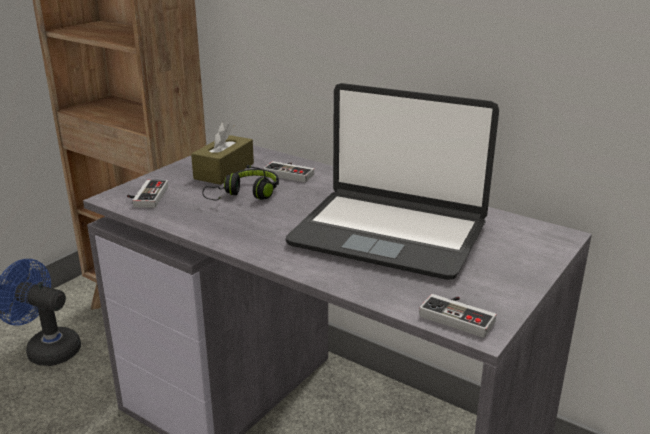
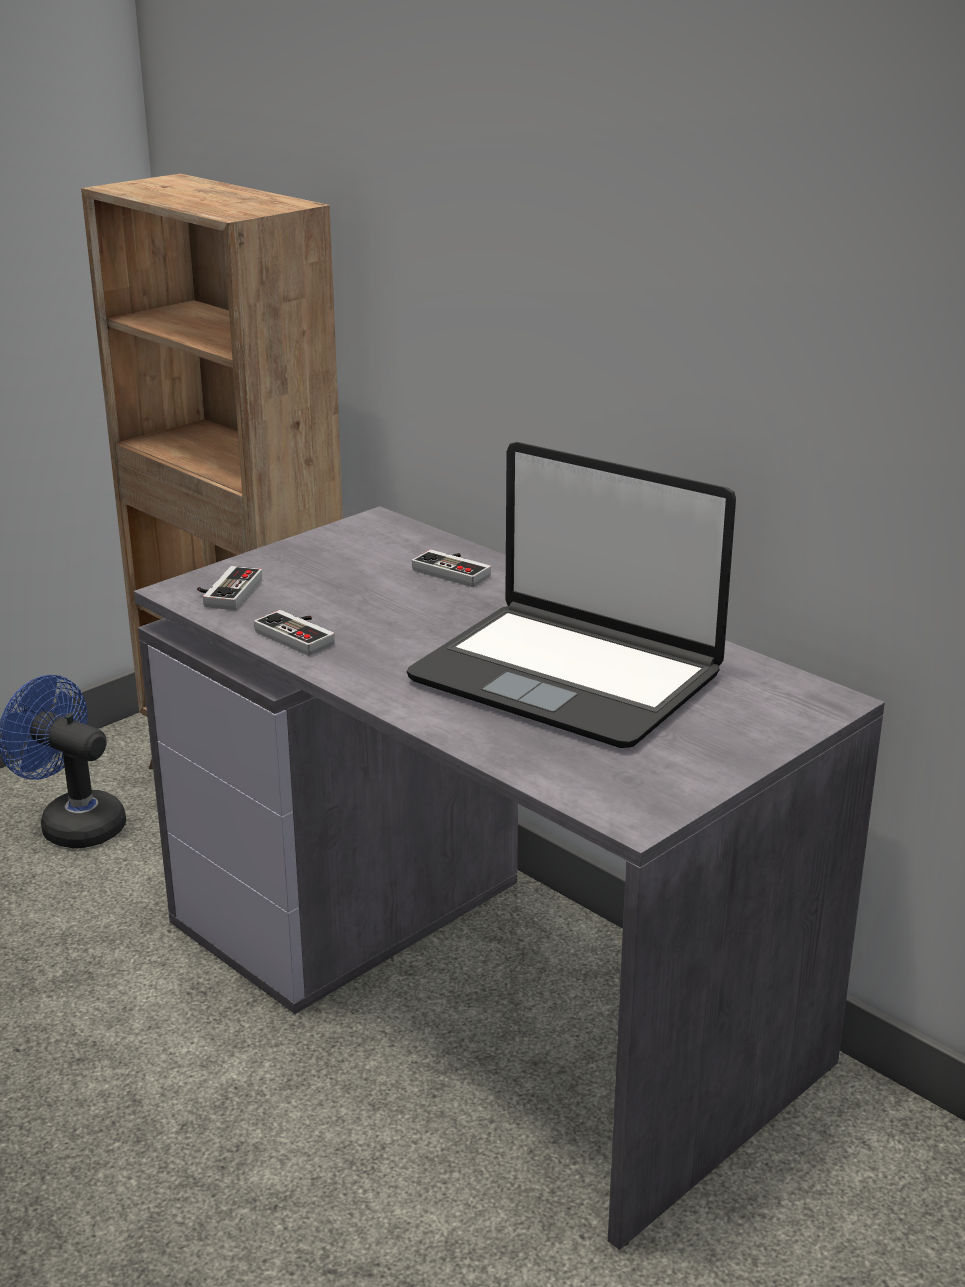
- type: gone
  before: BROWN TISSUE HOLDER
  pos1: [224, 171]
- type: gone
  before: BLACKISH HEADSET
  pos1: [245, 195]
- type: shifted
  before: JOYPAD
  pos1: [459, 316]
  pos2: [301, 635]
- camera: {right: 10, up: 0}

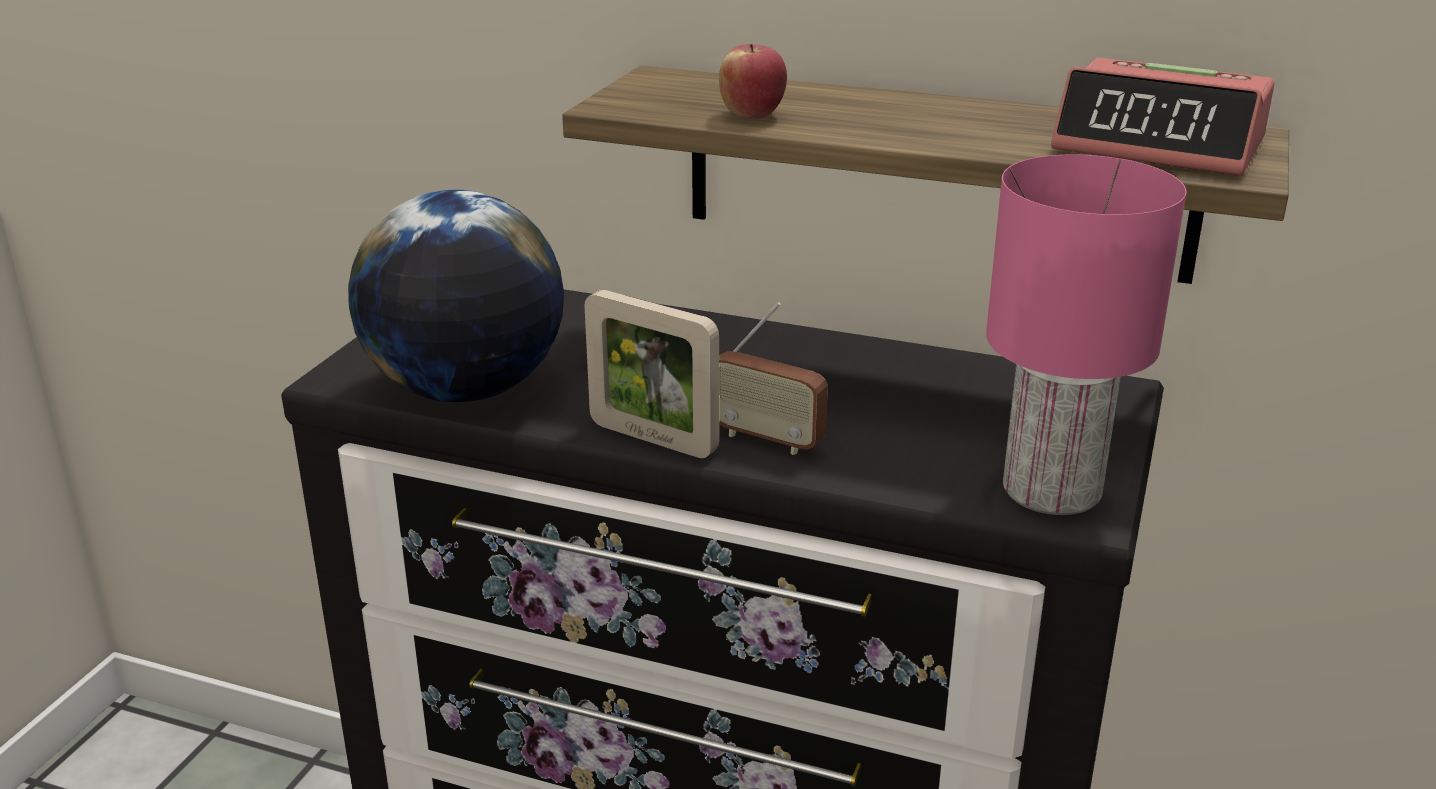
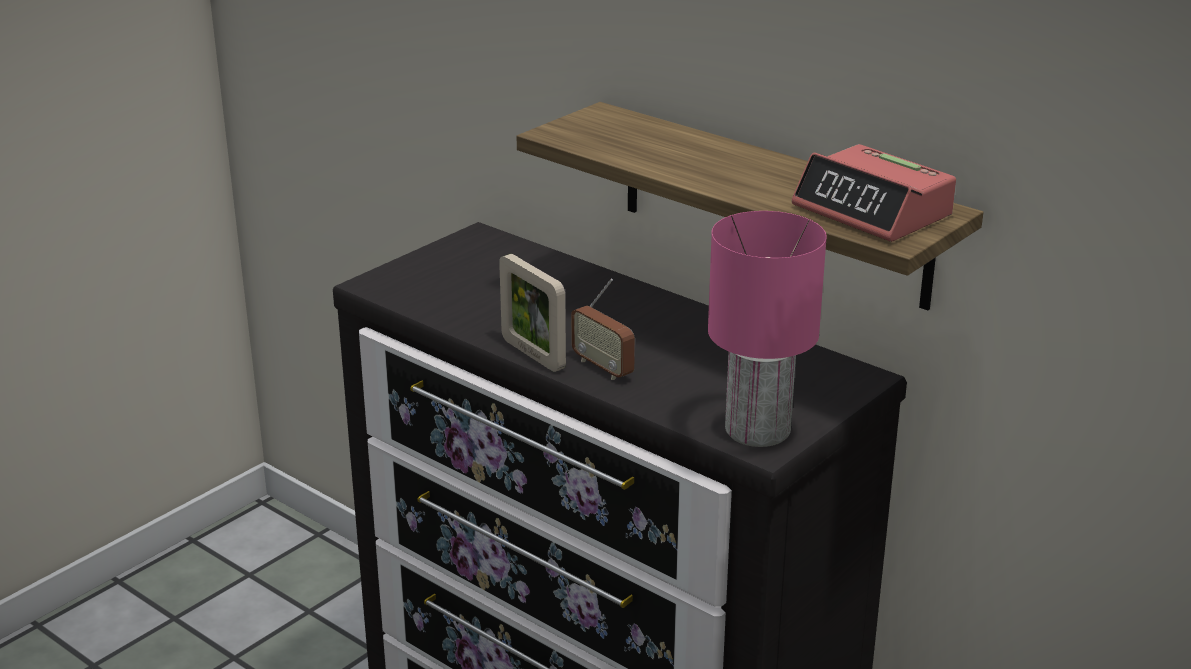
- type: gone
  before: GLOBE
  pos1: [466, 390]
- type: gone
  before: APPLE FRUIT
  pos1: [752, 115]
- camera: {right: 20, up: 0}

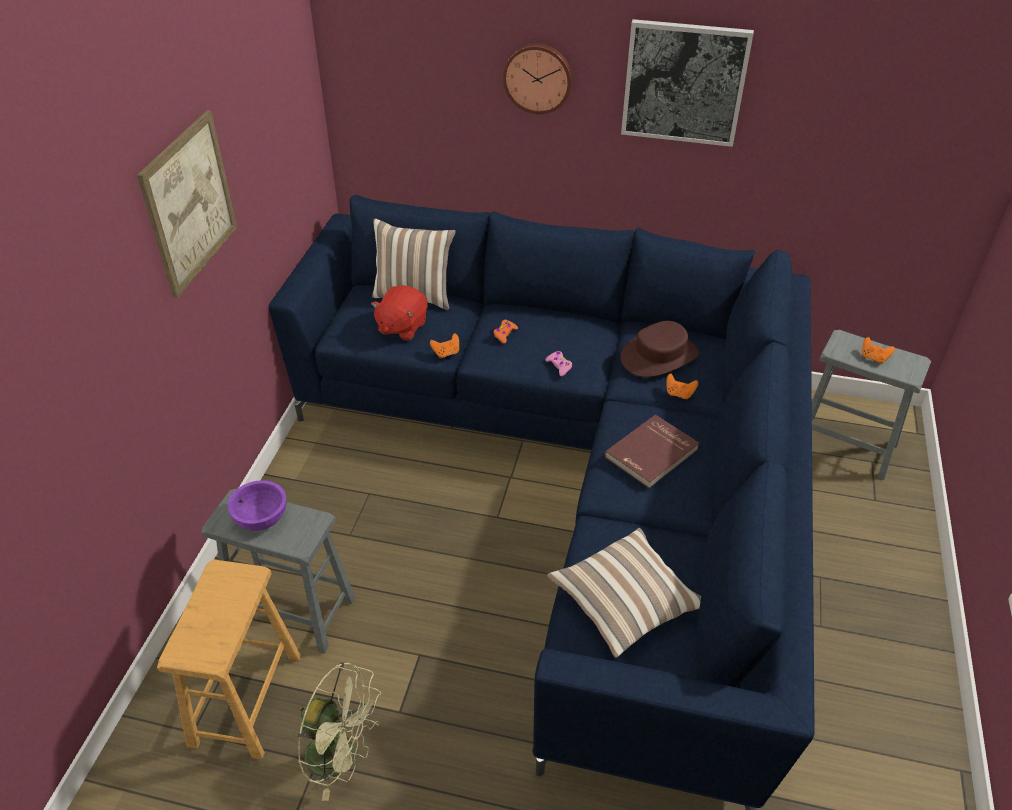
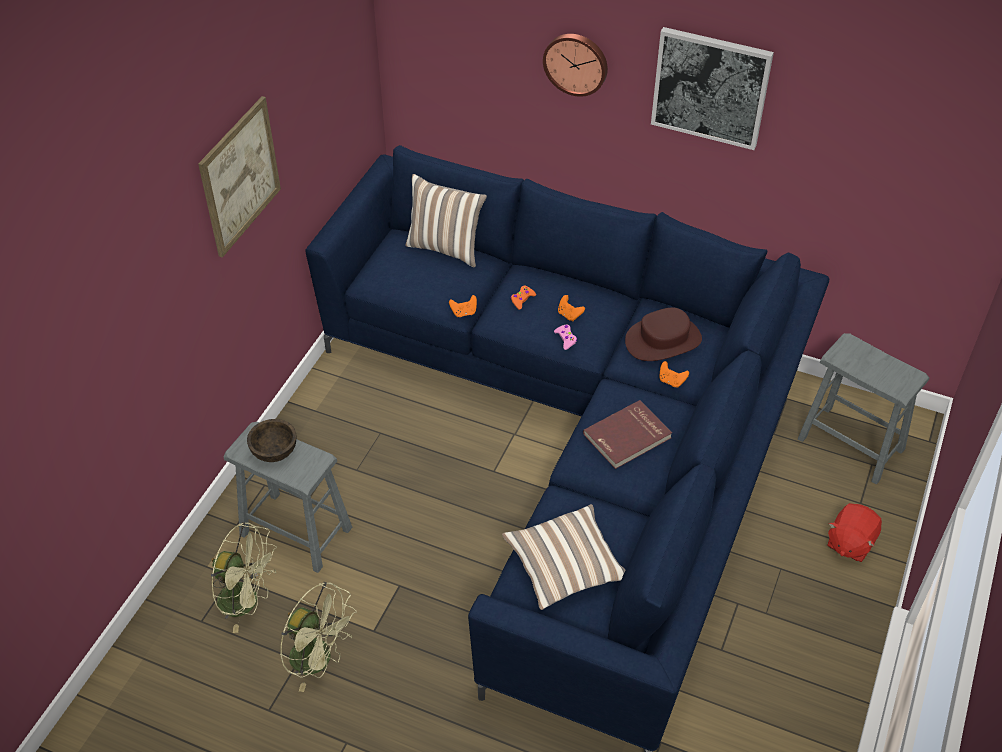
- type: shifted
  before: REDDISH PLUSH TOY
  pos1: [401, 327]
  pos2: [850, 543]
- type: shifted
  before: ORANGE-COLOURED JOYPAD
  pos1: [873, 358]
  pos2: [569, 315]
- type: swapped
  before: BROWN SITTING STOOL
  after: GREEN-COLOURED FAN
  pos1: [245, 699]
  pos2: [247, 601]
- type: repainted
  before: PURPLE-COLOURED SERVING BOWL
  after: BROWN SERVING BOWL
  pos1: [261, 518]
  pos2: [274, 451]
- camera: {right: 10, up: 5}

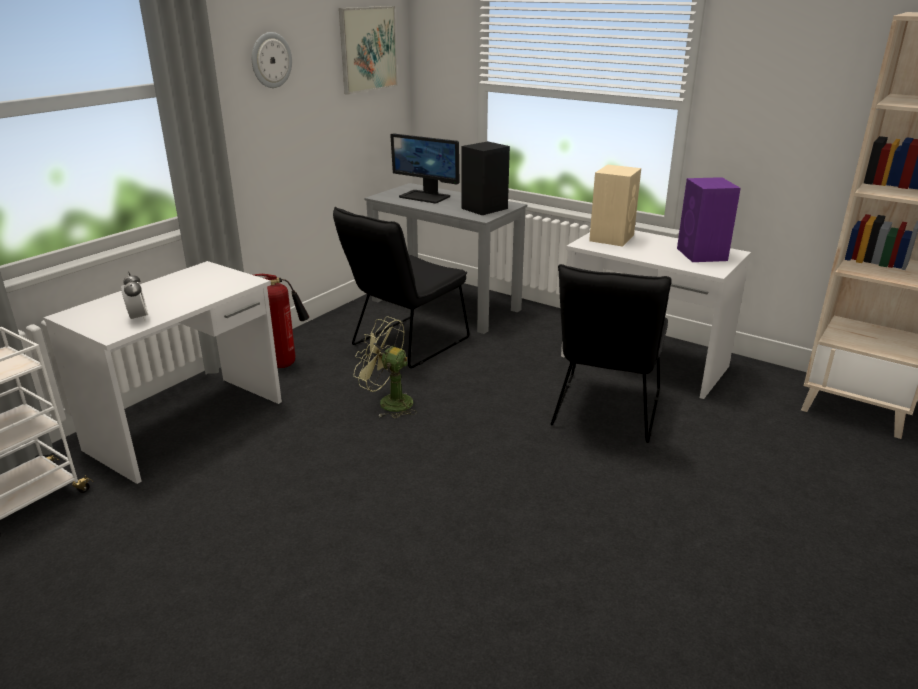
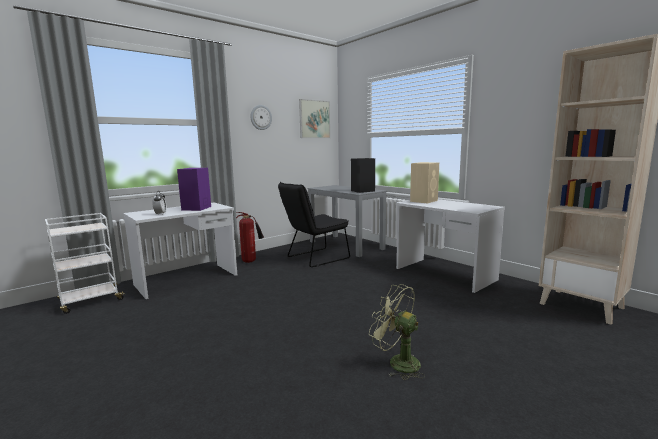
- type: gone
  before: COMPUTER DISPLAY
  pos1: [425, 196]
- type: gone
  before: BLACKISH PLAIN CHAIR
  pos1: [604, 413]
- type: shifted
  before: GREEN-COLOURED FAN
  pos1: [388, 402]
  pos2: [397, 362]
- type: shifted
  before: PURPLE-COLOURED LOUDSPEAKER
  pos1: [702, 255]
  pos2: [196, 208]
- camera: {right: 15, up: -15}

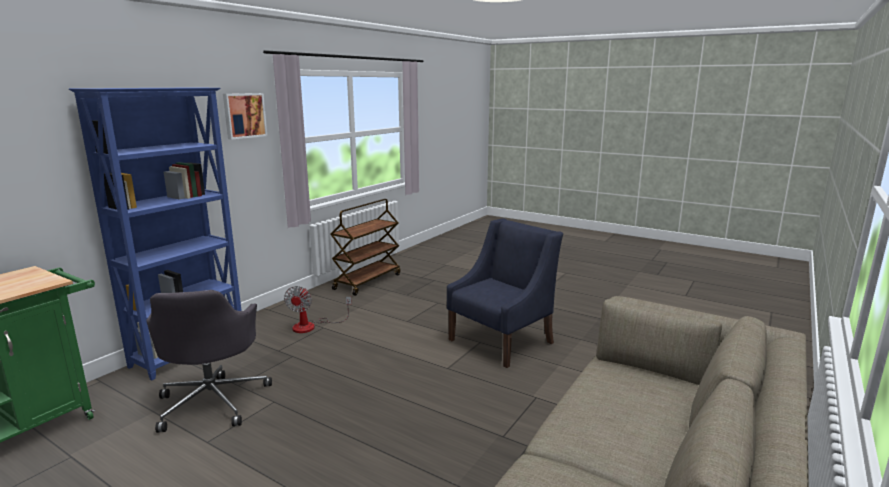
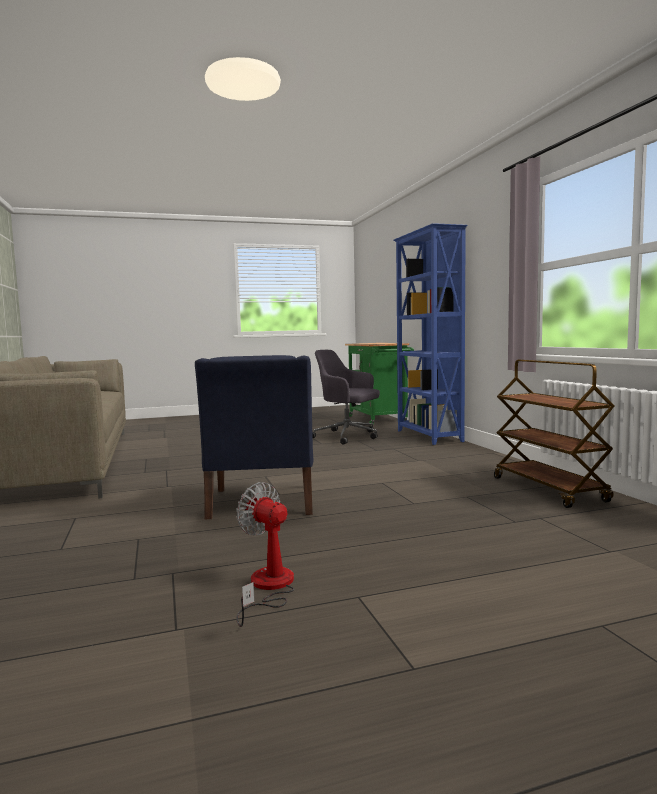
- type: gone
  before: WALL PICTURE
  pos1: [244, 115]
- type: shifted
  before: FAN
  pos1: [311, 326]
  pos2: [268, 587]
- camera: {right: 130, up: -10}

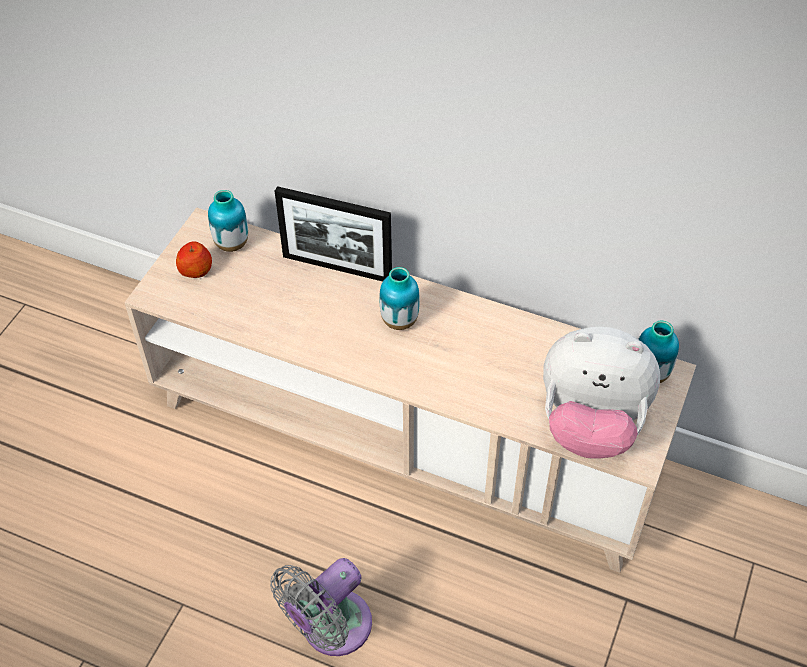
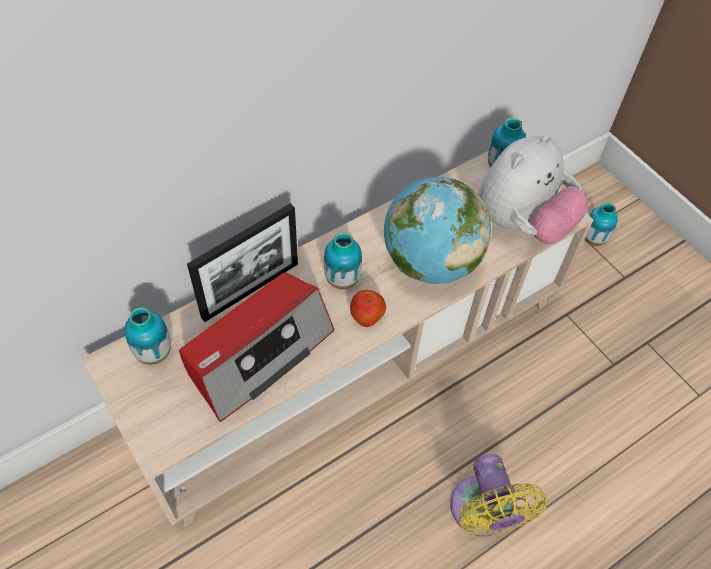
- type: new
  after: RADIO RECEIVER
  pos2: [258, 353]
- type: new
  after: GLOBE
  pos2: [430, 262]
- type: new
  after: VASE
  pos2: [593, 239]
- type: shifted
  before: APPLE FRUIT
  pos1: [196, 270]
  pos2: [366, 315]
- type: repainted
  before: GREYISH FAN
  after: YELLOWISH FAN
  pos1: [330, 628]
  pos2: [482, 513]
- camera: {right: -60, up: 5}

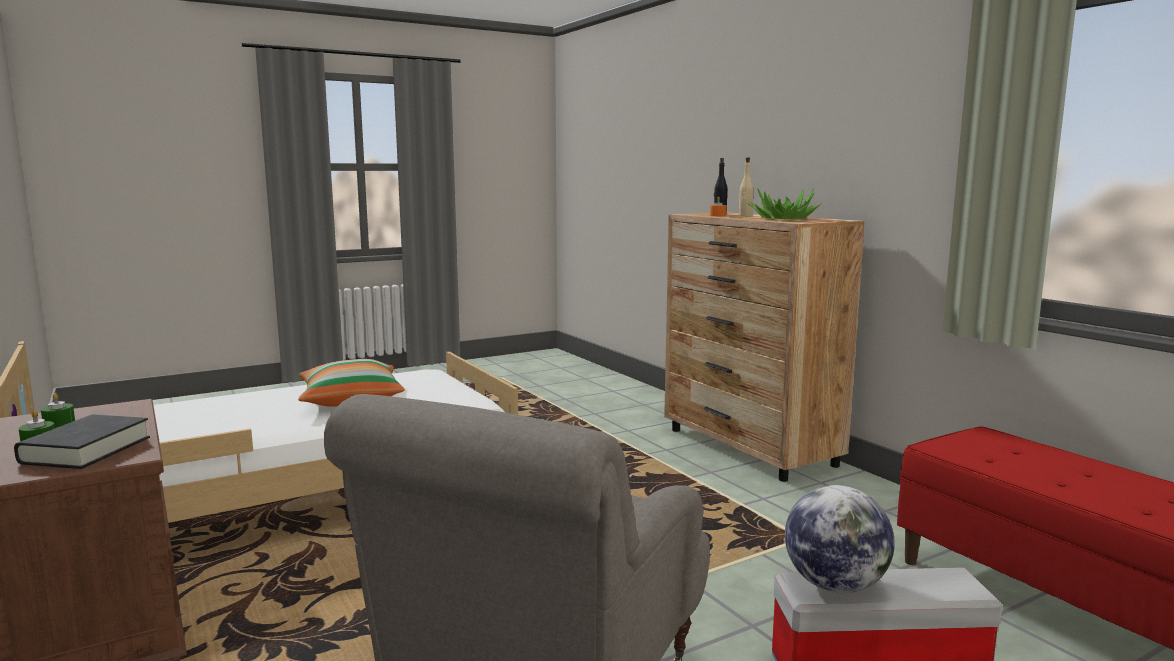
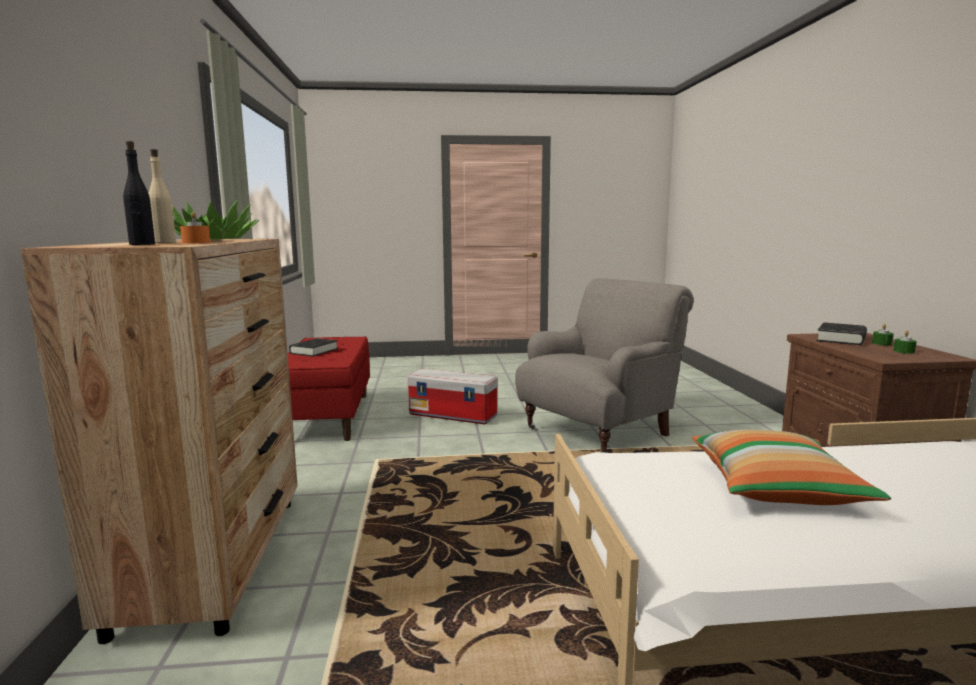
- type: gone
  before: GLOBE
  pos1: [834, 585]
- type: new
  after: BLACKISH VOLUME
  pos2: [314, 351]
- camera: {right: -155, up: 0}

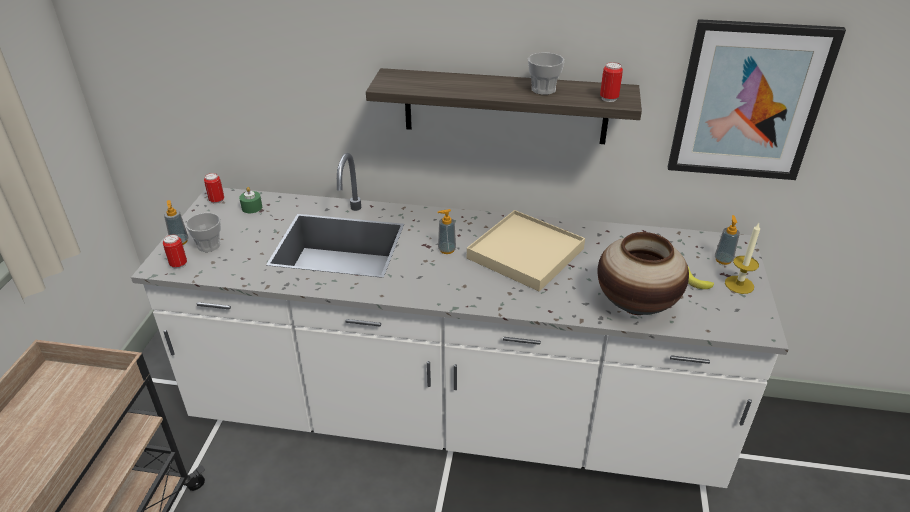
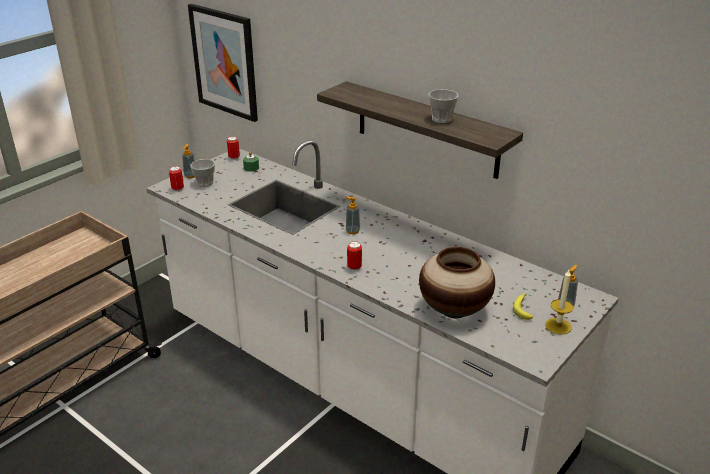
- type: gone
  before: BEIGE TRAY
  pos1: [526, 253]
- type: shifted
  before: SEALED CAN
  pos1: [609, 98]
  pos2: [354, 267]
- type: shifted
  before: WALL PICTURE
  pos1: [748, 102]
  pos2: [224, 62]
- camera: {right: 30, up: -5}

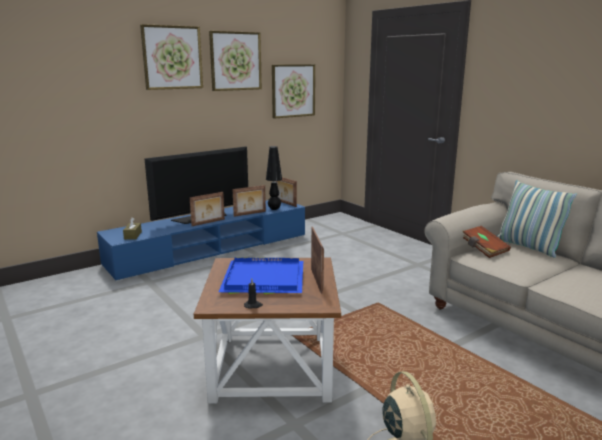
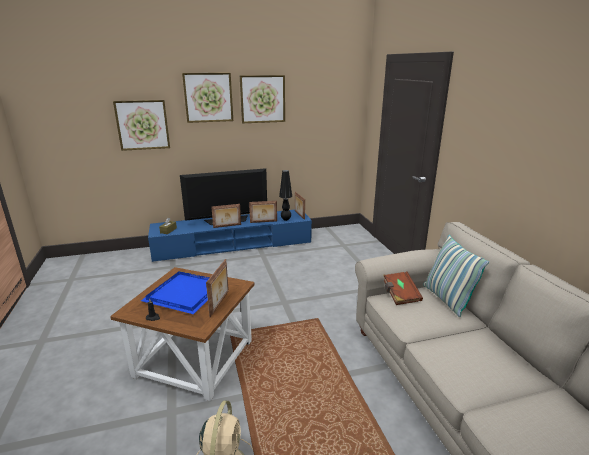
- type: shifted
  before: WALL PICTURE
  pos1: [293, 90]
  pos2: [142, 125]
- camera: {right: 20, up: 5}

